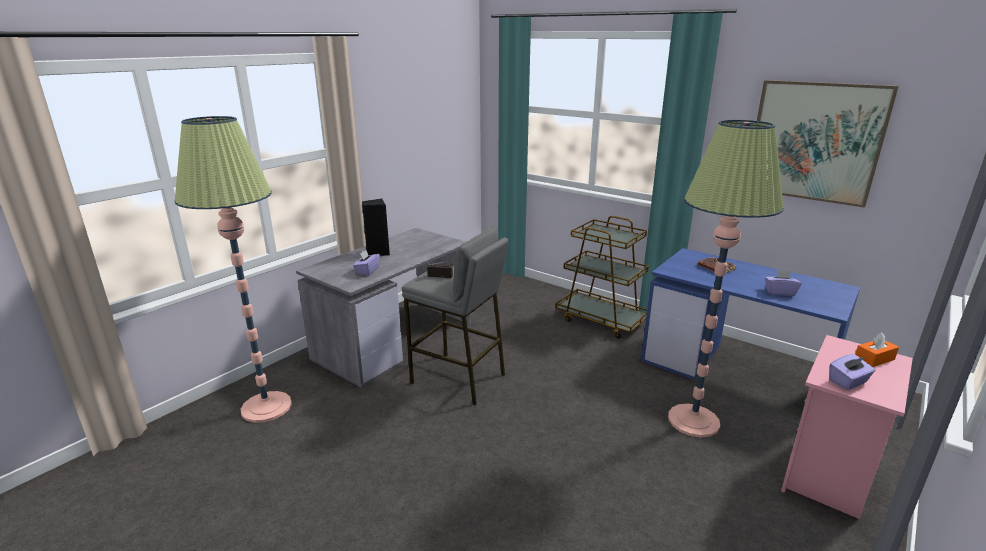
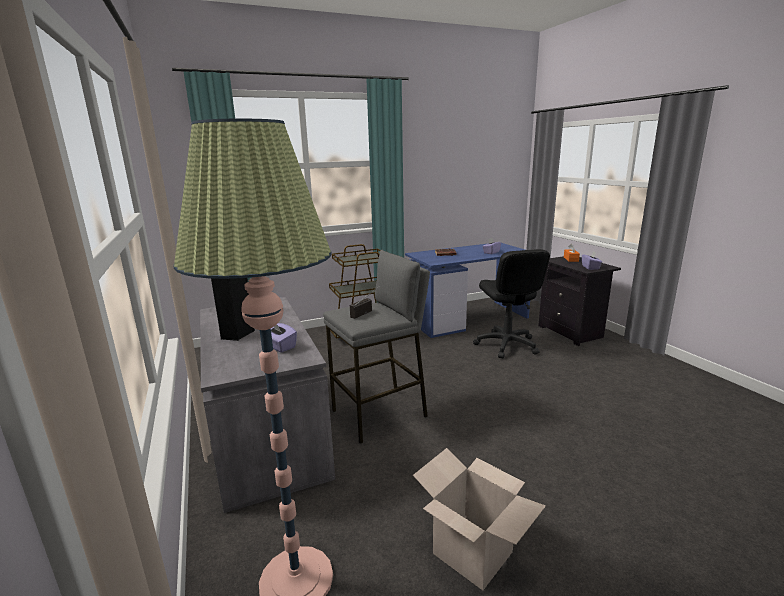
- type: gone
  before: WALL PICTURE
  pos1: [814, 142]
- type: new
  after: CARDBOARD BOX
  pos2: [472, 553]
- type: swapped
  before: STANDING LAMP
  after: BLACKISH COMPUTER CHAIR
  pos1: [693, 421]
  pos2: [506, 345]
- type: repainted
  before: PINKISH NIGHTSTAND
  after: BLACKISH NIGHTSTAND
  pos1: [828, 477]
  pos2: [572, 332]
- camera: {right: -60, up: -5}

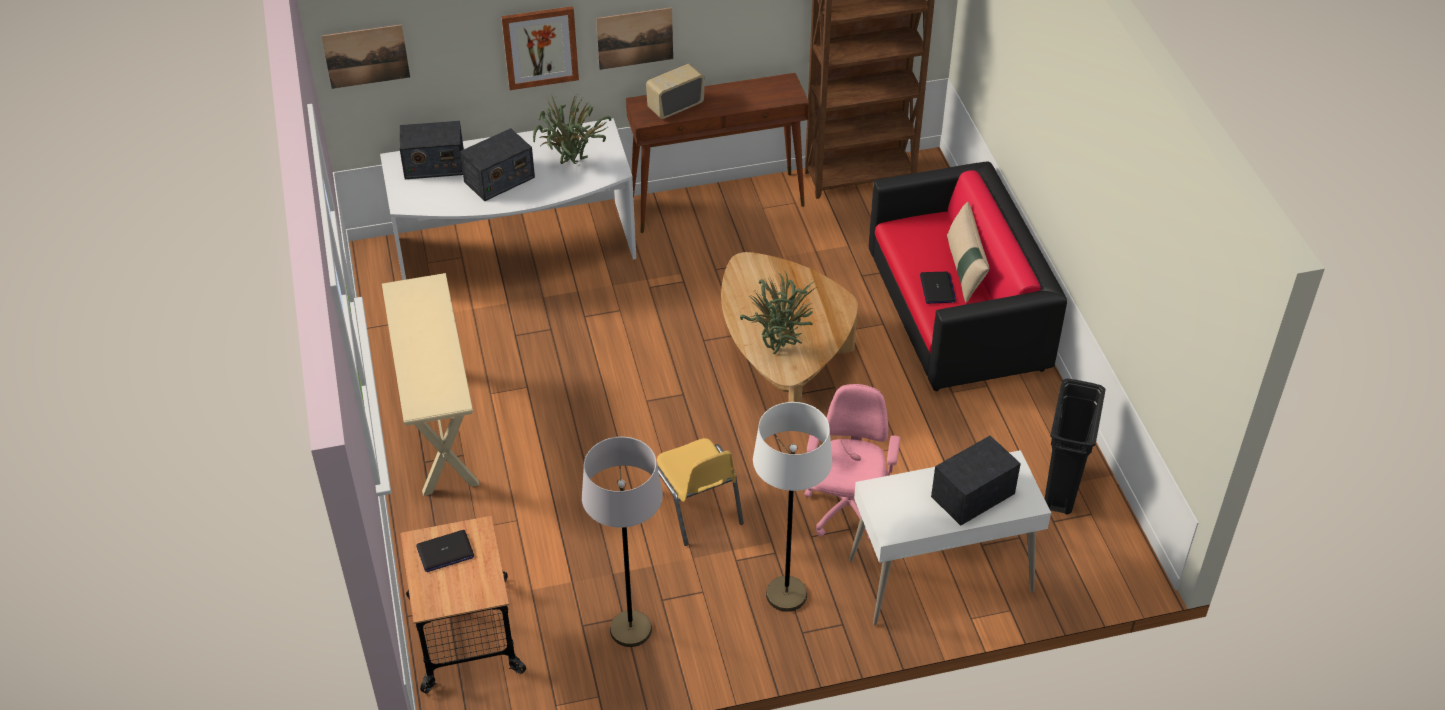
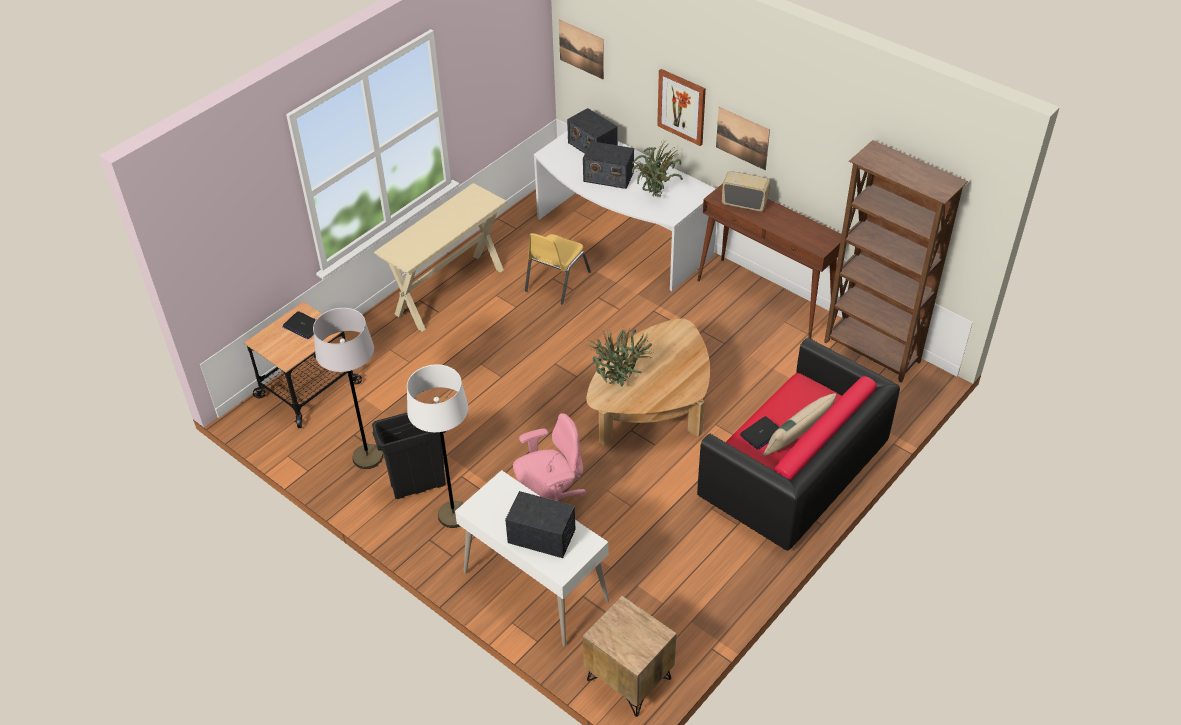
- type: new
  after: BROWN NIGHTSTAND
  pos2: [628, 679]
- type: shifted
  before: YELLOWISH PLAIN CHAIR
  pos1: [696, 506]
  pos2: [556, 281]
- type: shifted
  before: BLACKISH TRASH CAN
  pos1: [1061, 488]
  pos2: [418, 485]
- camera: {right: 55, up: 0}

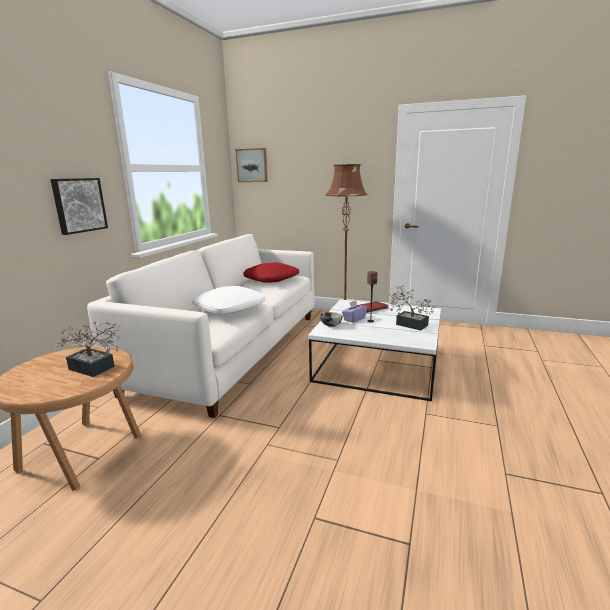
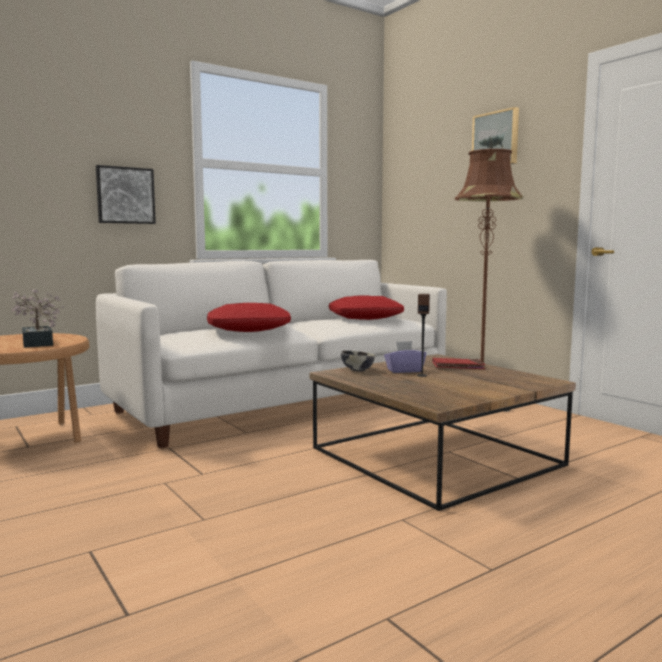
- type: gone
  before: POTTED PLANT
  pos1: [408, 324]
- type: shifted
  before: WALL PICTURE
  pos1: [252, 165]
  pos2: [496, 139]
- type: repainted
  before: WHITE CUSHION
  after: REDDISH CUSHION
  pos1: [229, 308]
  pos2: [249, 329]
- type: repainted
  before: WHITE LOW TABLE
  after: BROWN LOW TABLE
  pos1: [376, 365]
  pos2: [435, 455]
- camera: {right: 35, up: -10}

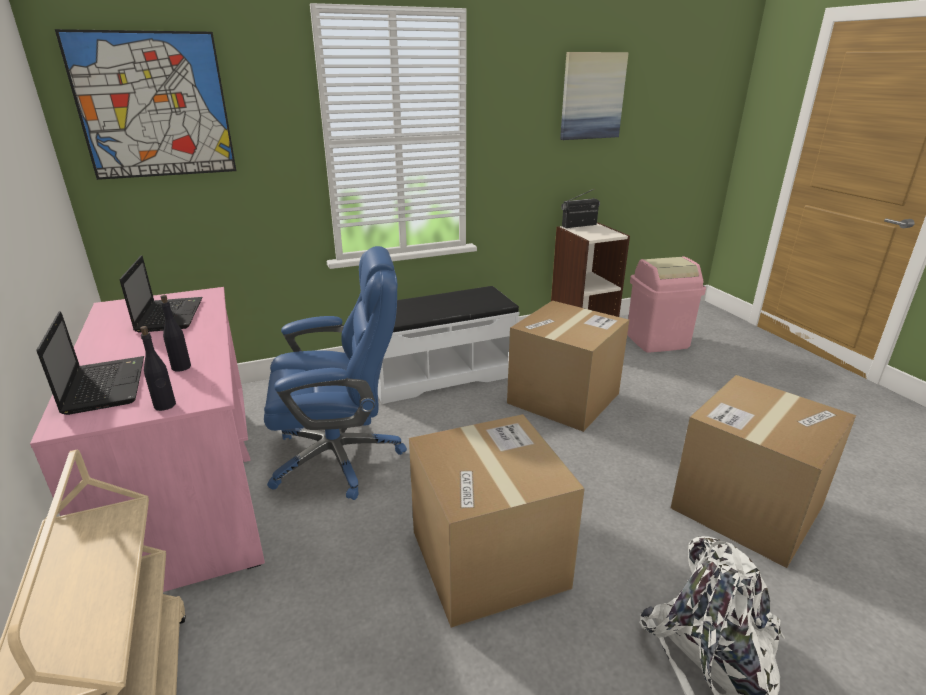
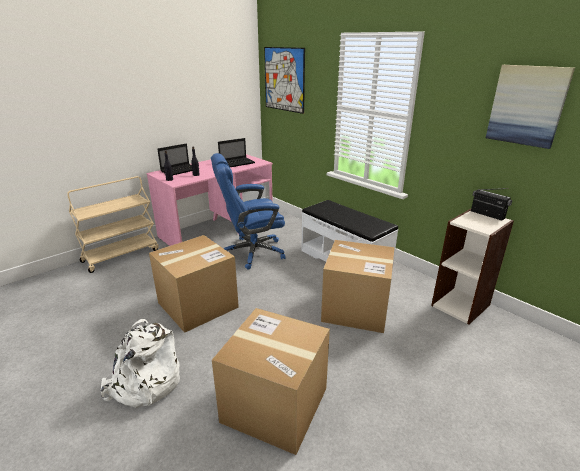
- type: gone
  before: PINKISH TRASH CAN
  pos1: [657, 341]
- type: rotated
  before: BLUE-COLOURED COMPUTER CHAIR
  pos1: [340, 456]
  pos2: [252, 252]
  turn: 105
- camera: {right: 70, up: 0}

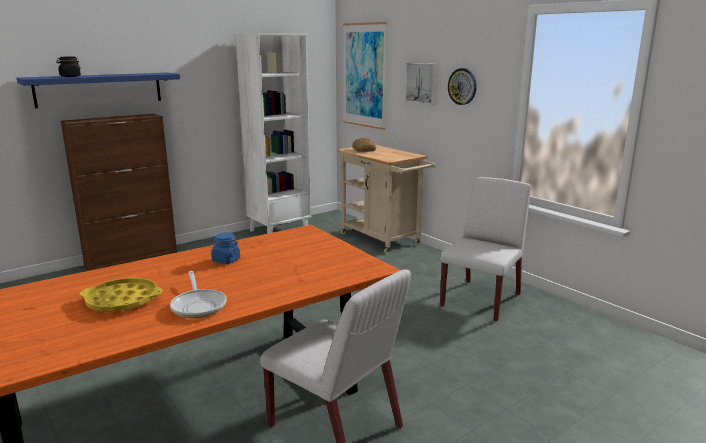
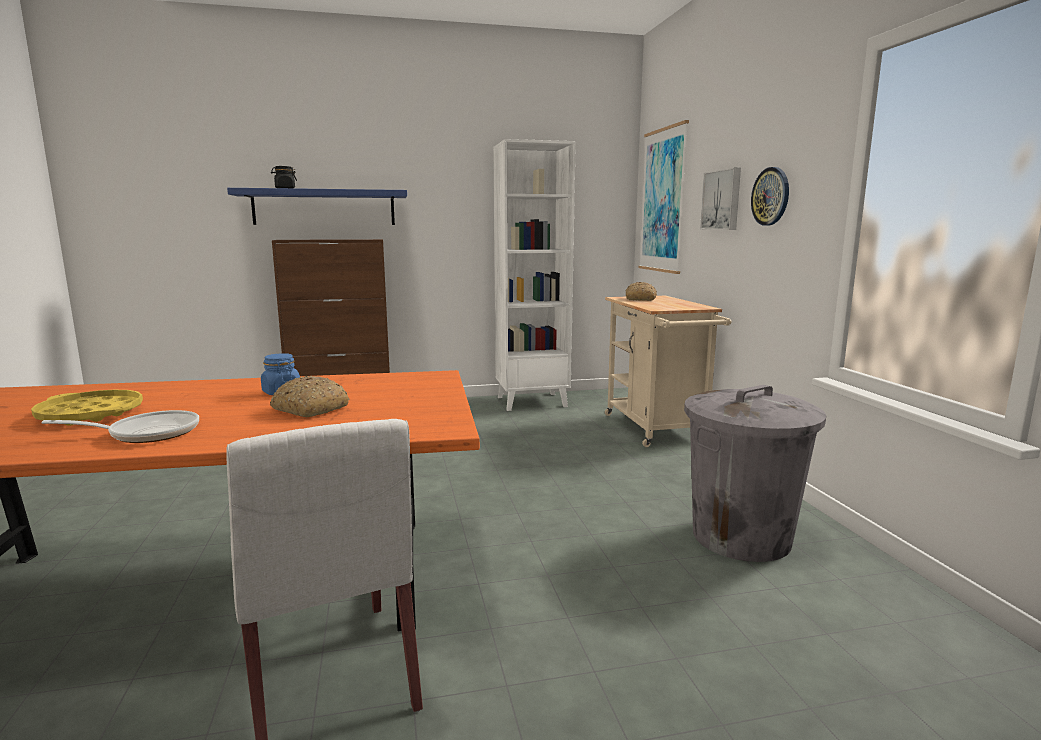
- type: new
  after: BAKED BREAD
  pos2: [309, 409]
- type: swapped
  before: WHITE PLAIN CHAIR
  after: GREYISH TRASH CAN
  pos1: [481, 299]
  pos2: [742, 537]
- type: rotated
  before: PAN
  pos1: [199, 305]
  pos2: [147, 433]
  turn: -105
- camera: {right: 25, up: -5}

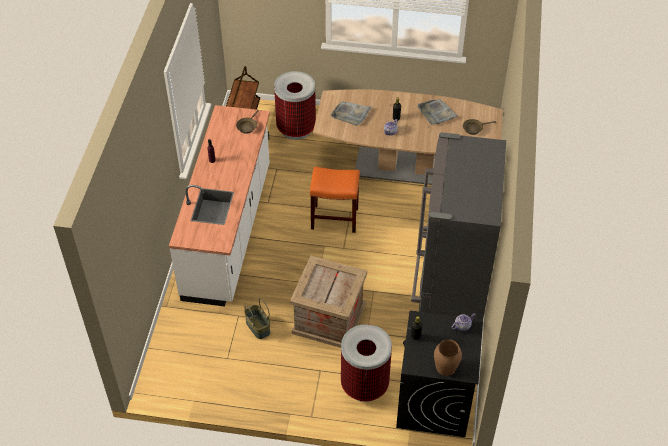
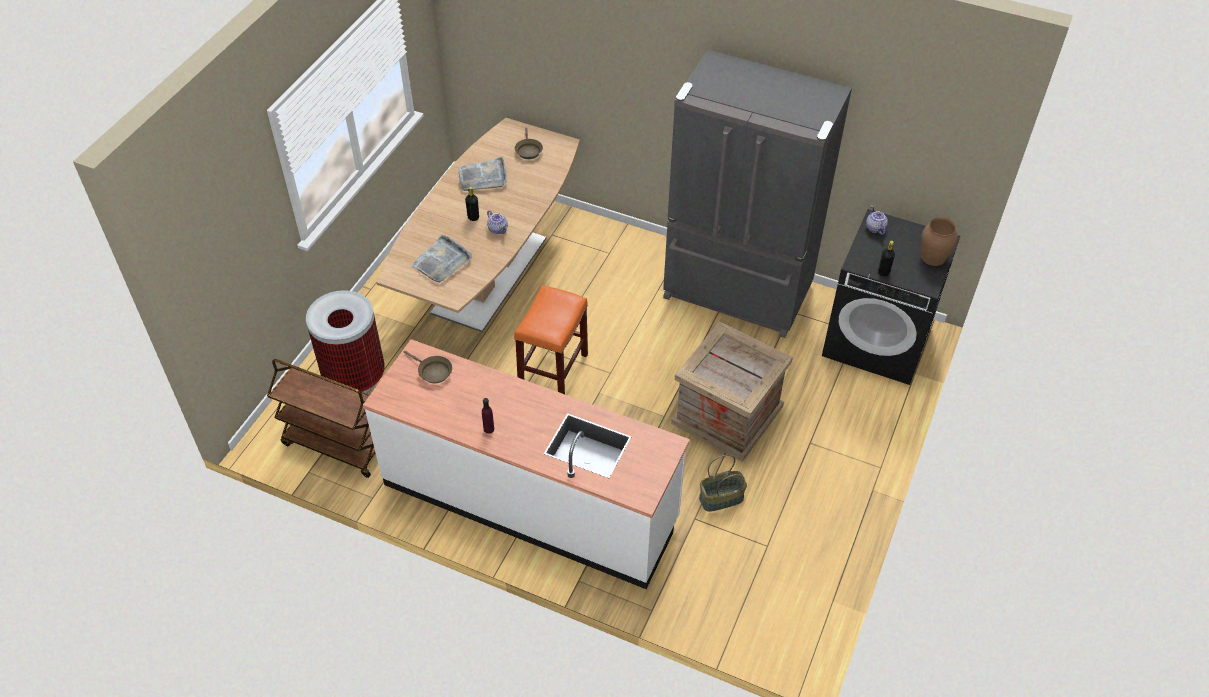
- type: gone
  before: TRASH CAN
  pos1: [364, 385]
- camera: {right: -75, up: 0}

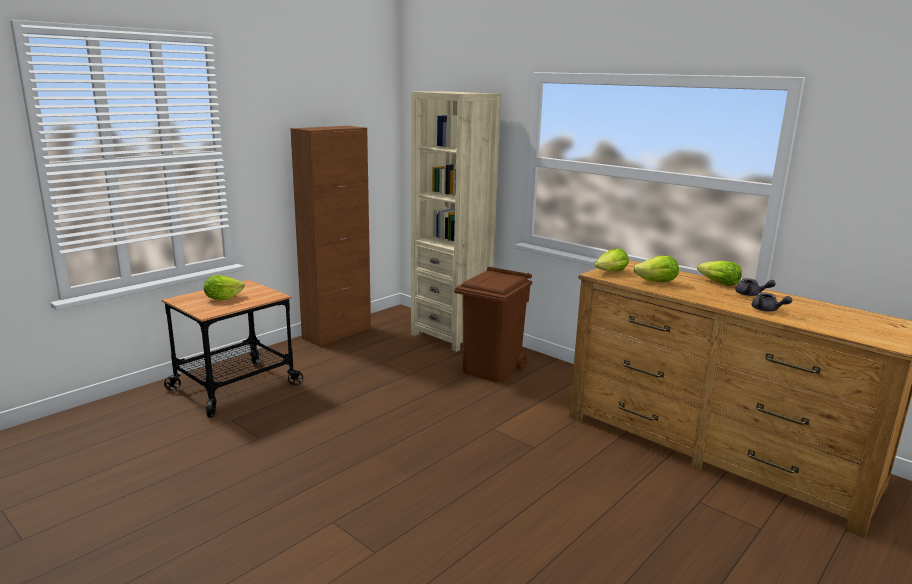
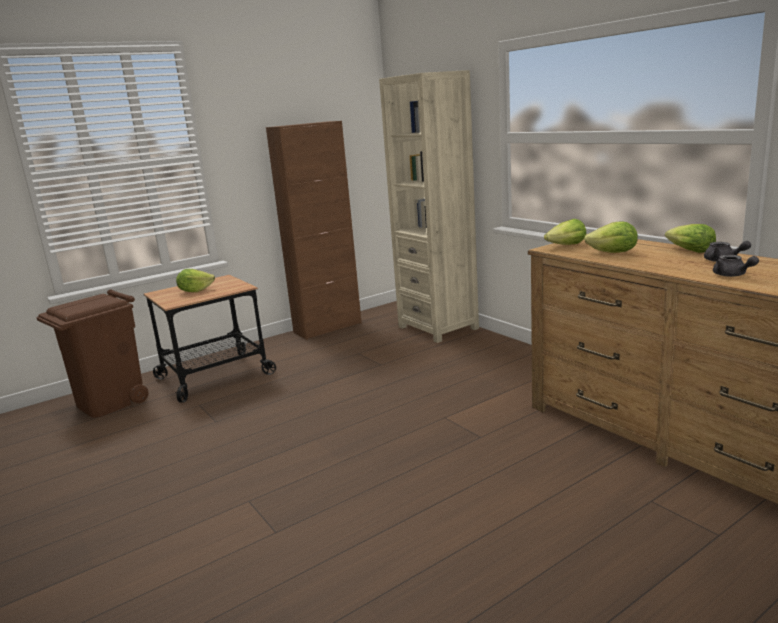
- type: shifted
  before: BROWN TRASH CAN
  pos1: [491, 369]
  pos2: [110, 402]
- camera: {right: 15, up: 0}

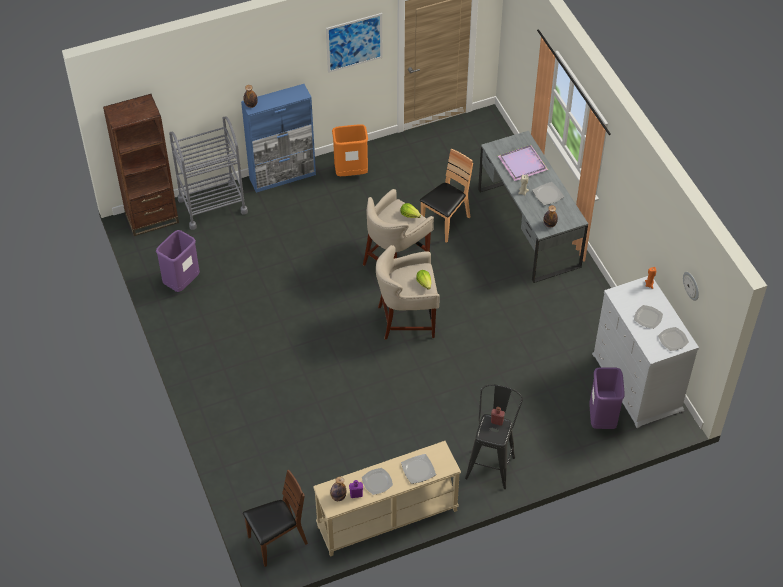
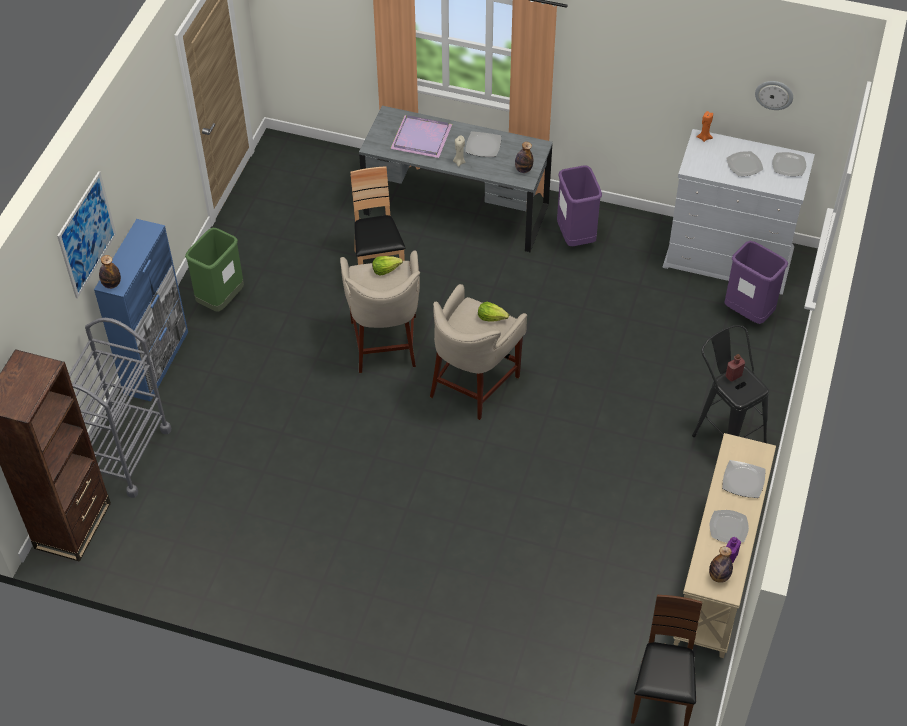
- type: shifted
  before: PURPLE-COLOURED TRASH CAN
  pos1: [182, 282]
  pos2: [575, 237]
- type: shifted
  before: WALL PICTURE
  pos1: [354, 42]
  pos2: [86, 234]
- type: repainted
  before: ORANGE-COLOURED TRASH CAN
  after: GREEN-COLOURED TRASH CAN
  pos1: [351, 173]
  pos2: [221, 300]
- camera: {right: -50, up: 0}

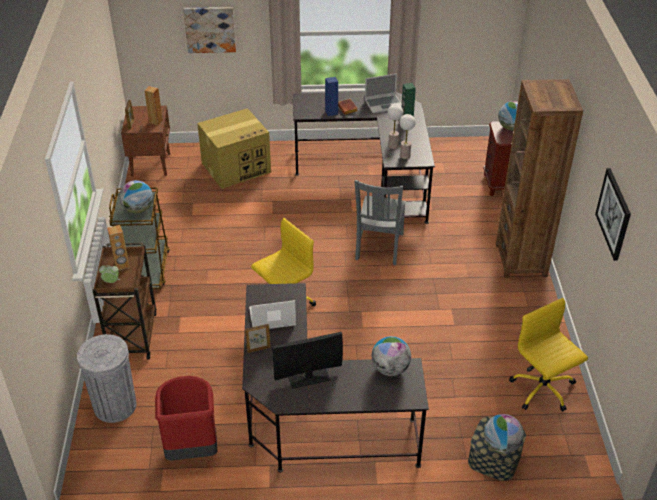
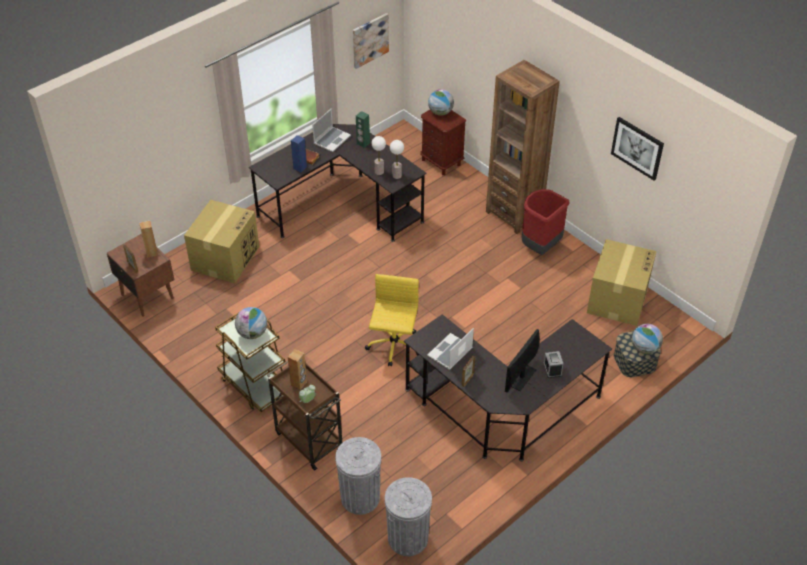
- type: gone
  before: GREYISH PLAIN CHAIR
  pos1: [379, 247]
- type: gone
  before: GLOBE
  pos1: [390, 369]
- type: new
  after: GREYISH TRASH CAN
  pos2: [408, 538]
- type: new
  after: ALARM CLOCK
  pos2: [552, 369]
- type: shifted
  before: REDDISH TRASH CAN
  pos1: [192, 450]
  pos2: [539, 247]
- type: shifted
  before: WALL PICTURE
  pos1: [210, 29]
  pos2: [370, 40]
- type: swapped
  before: YELLOWISH COMPUTER CHAIR
  after: CARDBOARD BOX
  pos1: [543, 390]
  pos2: [617, 298]
- camera: {right: -40, up: 5}

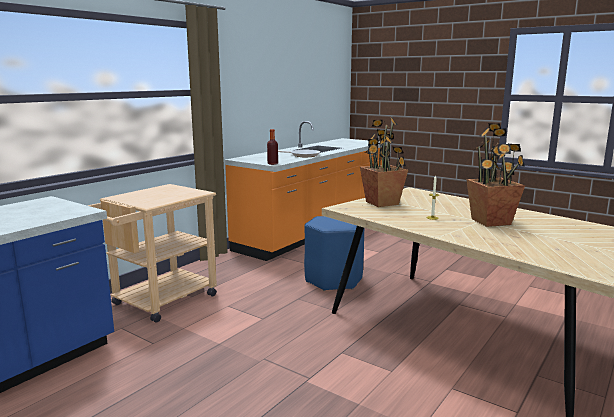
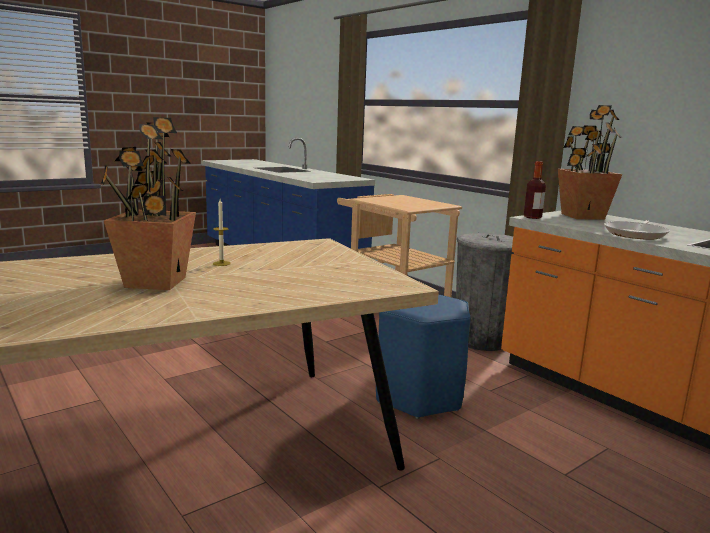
- type: new
  after: GREYISH TRASH CAN
  pos2: [481, 339]
- type: shifted
  before: POTTED PLANT
  pos1: [381, 203]
  pos2: [582, 216]
- camera: {right: 105, up: 0}

